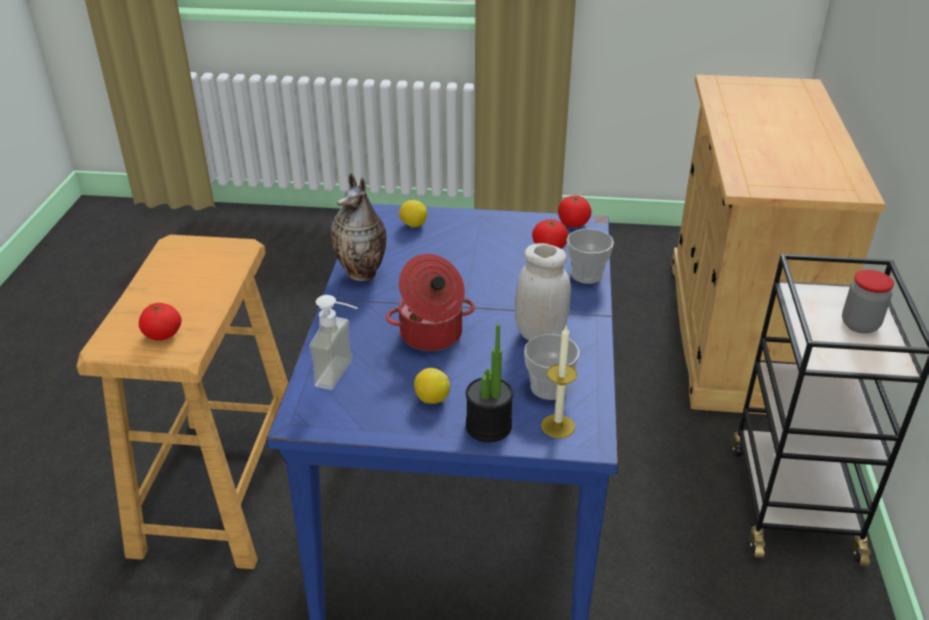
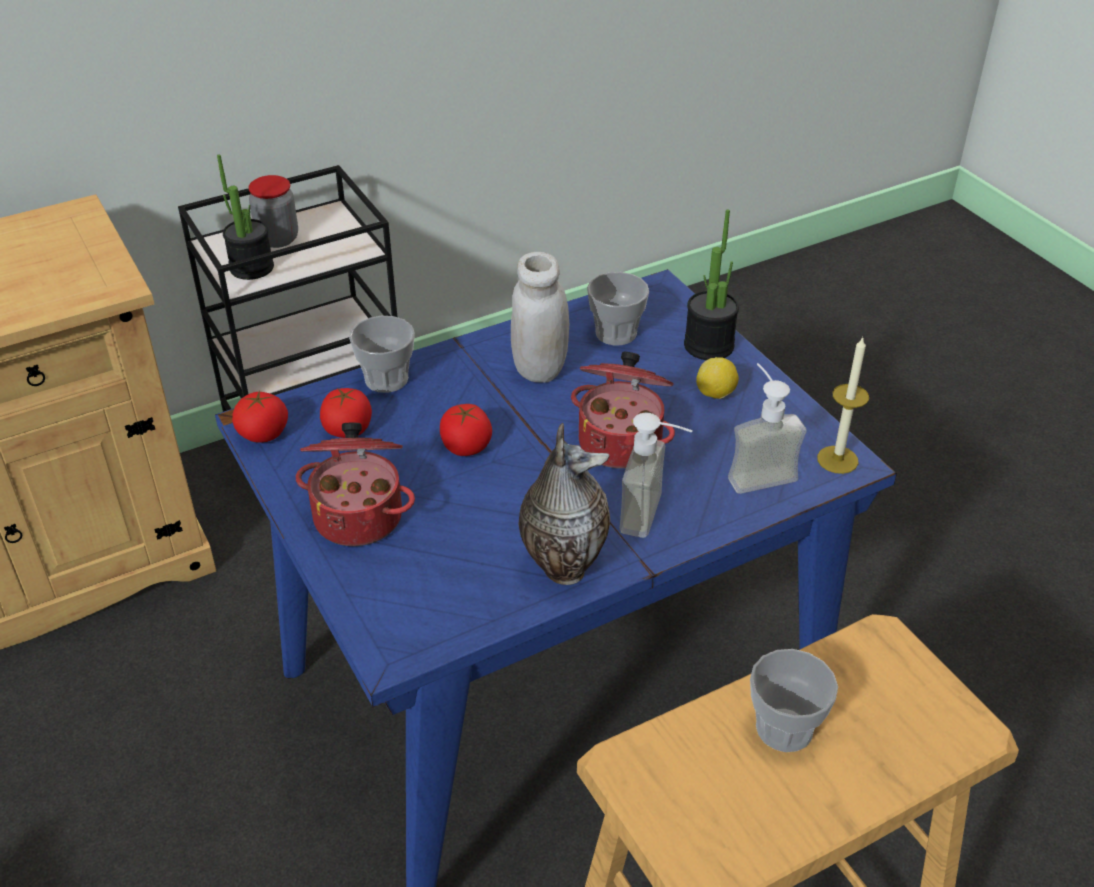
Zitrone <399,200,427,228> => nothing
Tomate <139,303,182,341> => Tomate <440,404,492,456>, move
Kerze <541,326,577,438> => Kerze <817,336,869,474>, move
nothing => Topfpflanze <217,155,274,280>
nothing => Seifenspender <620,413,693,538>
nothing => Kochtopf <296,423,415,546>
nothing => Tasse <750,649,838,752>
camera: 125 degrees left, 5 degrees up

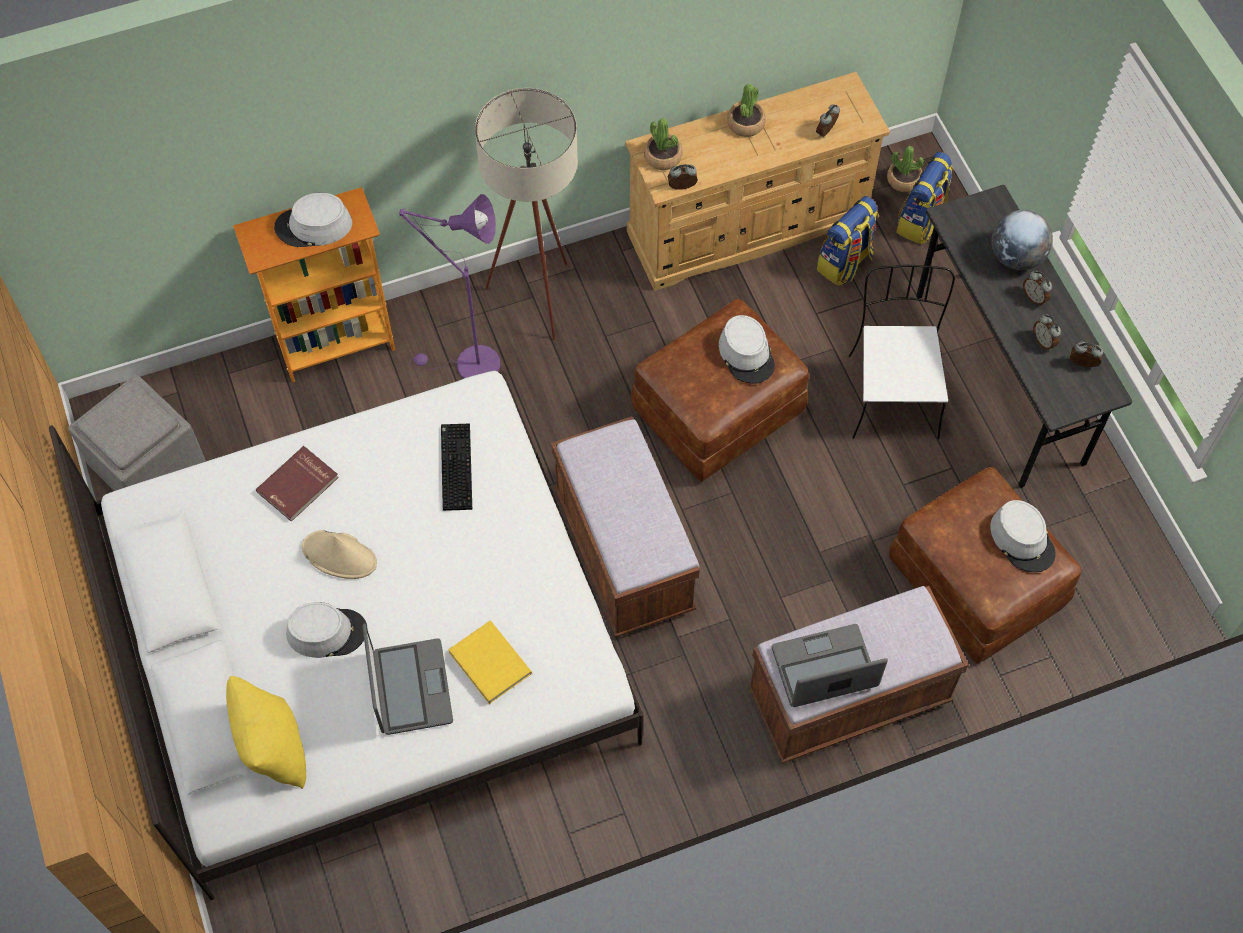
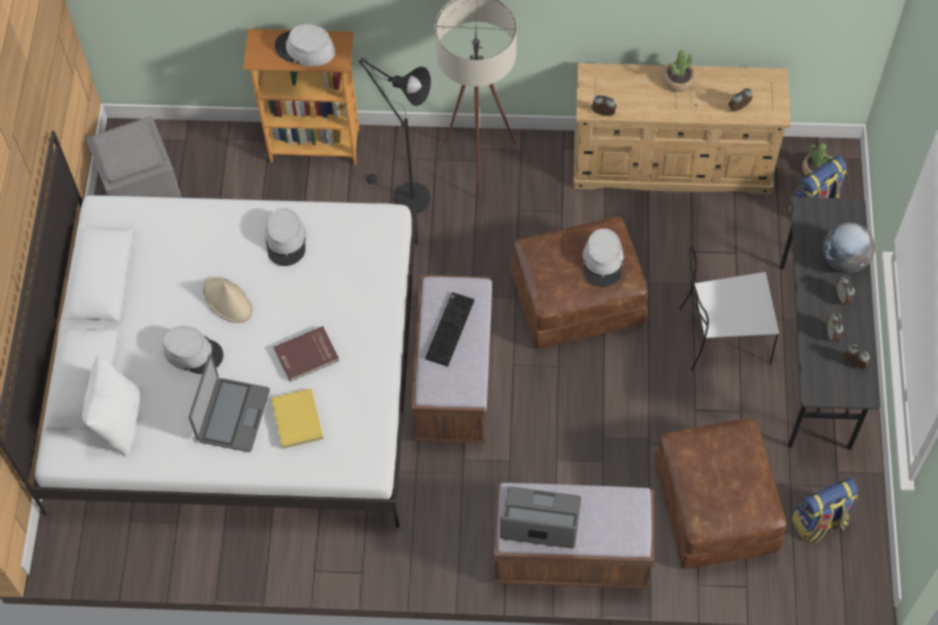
Topfpflanze <644,118,683,170> => nothing
Stehlampe/lila <399,194,500,379> => Stehlampe/schwarz <359,58,431,213>
Rucksack <817,196,879,286> => Rucksack <792,478,858,542>, move
Stuhl/weiß <849,265,955,439> => Stuhl/weiß <679,247,779,371>, 120 degrees counterclockwise
Tastatur <441,424,472,511> => Tastatur <425,292,474,366>, move
Buch/rot <256,446,339,522> => Buch/rot <274,326,339,382>, move
Hut/grau <990,500,1056,572> => Hut/grau <265,208,306,266>, move
Kissen/gelb <226,676,306,789> => Kissen/weiß <82,355,141,458>
camera: 25 degrees right, 0 degrees up

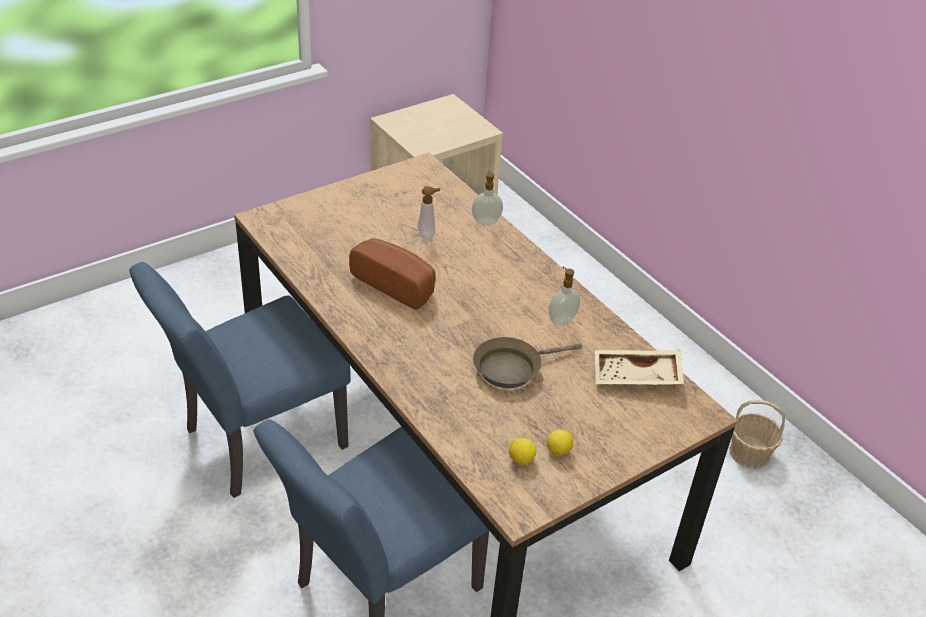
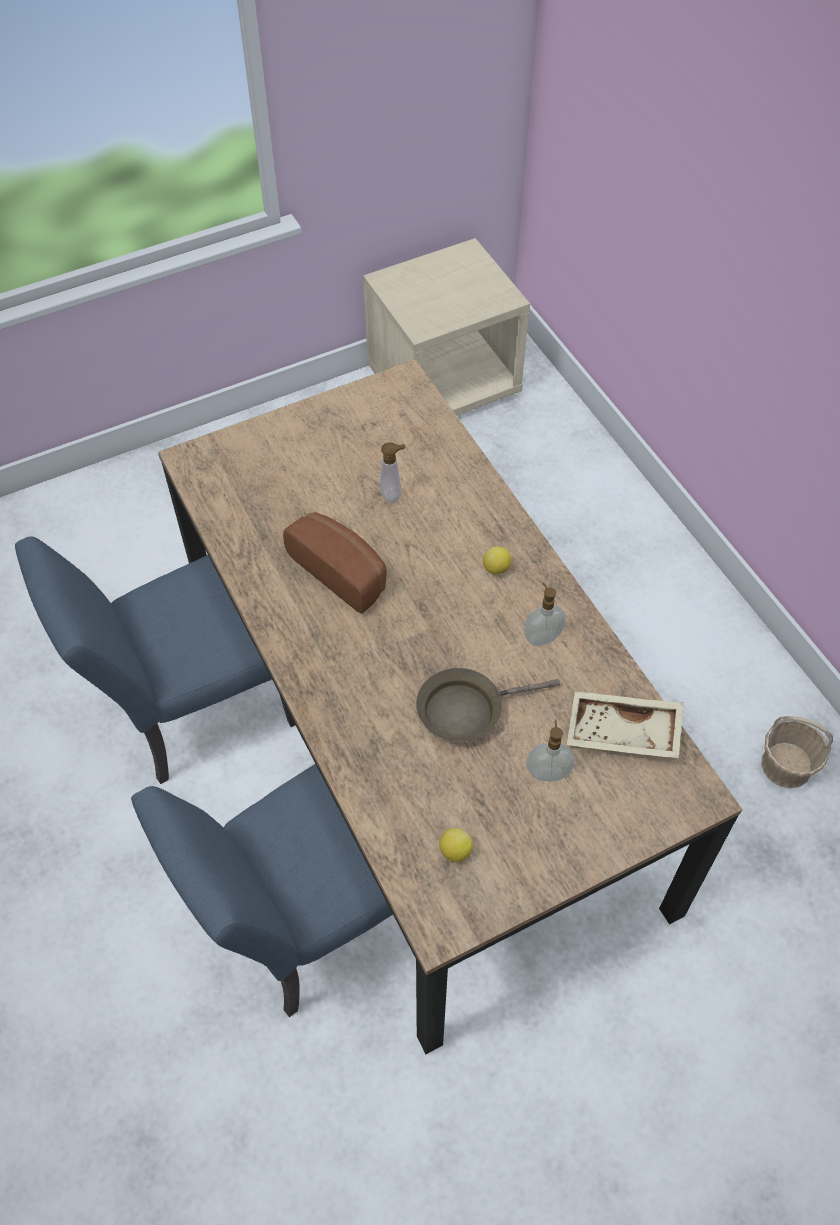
Seifenspender <472,171,503,225> => Seifenspender <526,720,575,781>, move
Zitrone <546,429,573,456> => Zitrone <483,546,511,575>, move
camera: 10 degrees right, 15 degrees up

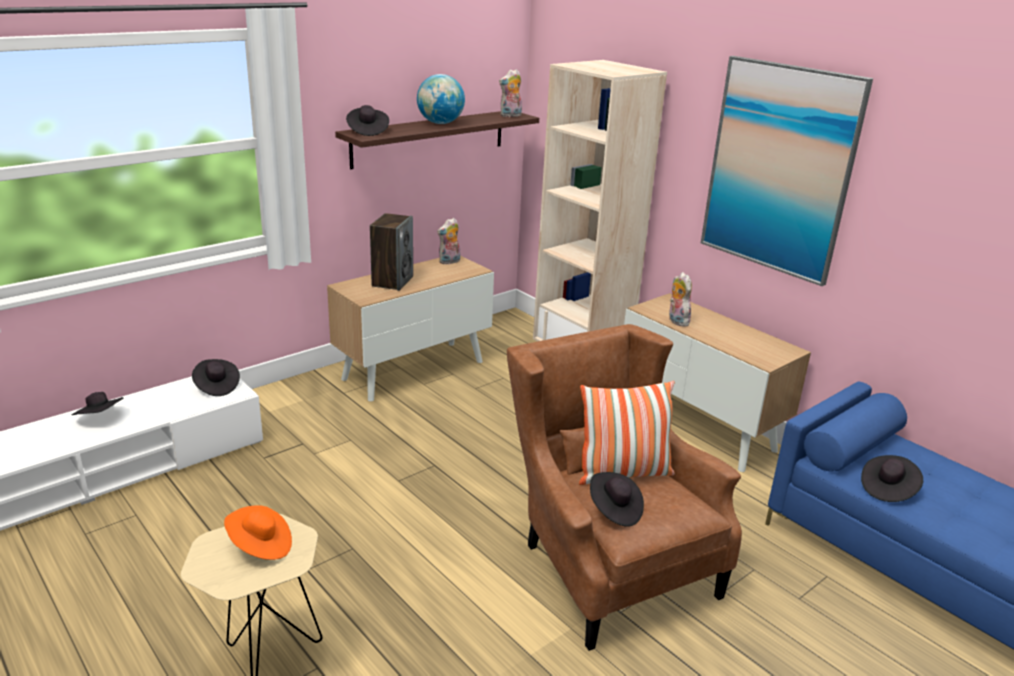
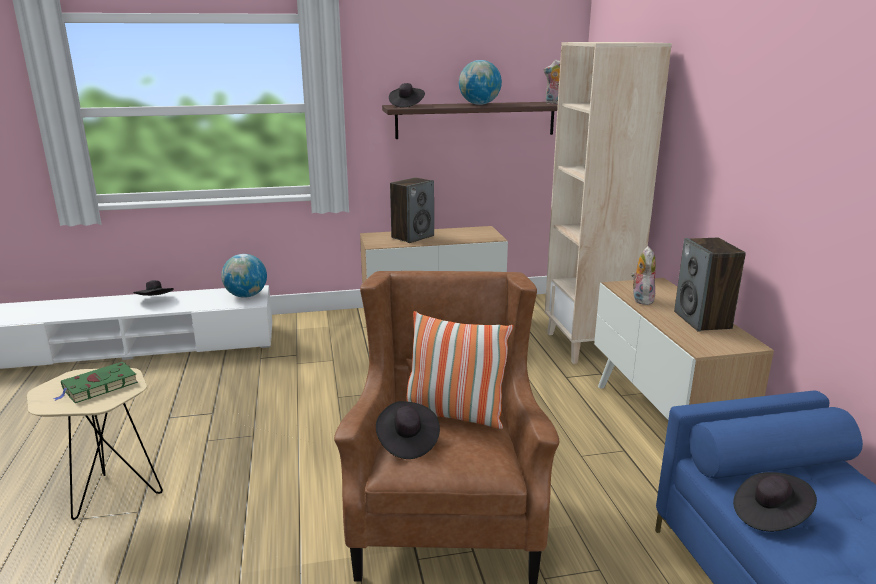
Bild <701,56,873,286> => nothing
Plüschtier <437,218,460,265> => nothing
Hut/schwarz <192,359,240,396> => Globus <221,254,267,298>
Hut/orange <224,505,292,560> => Buch/grün <53,362,138,403>
nothing => Lautsprecher <674,238,746,331>
camera: 30 degrees right, 5 degrees down

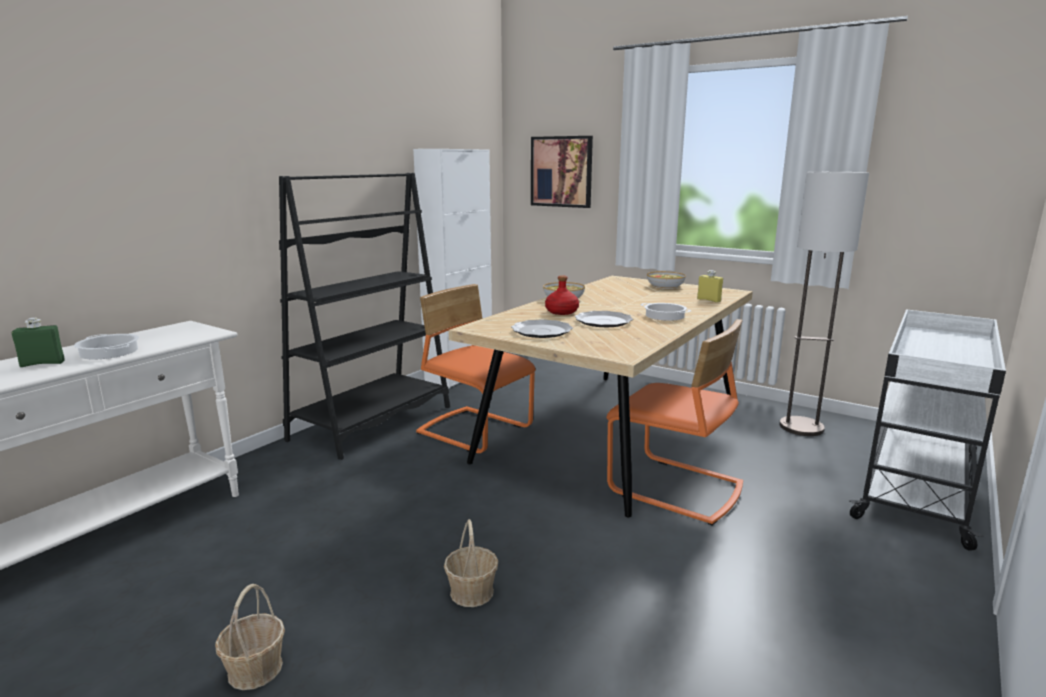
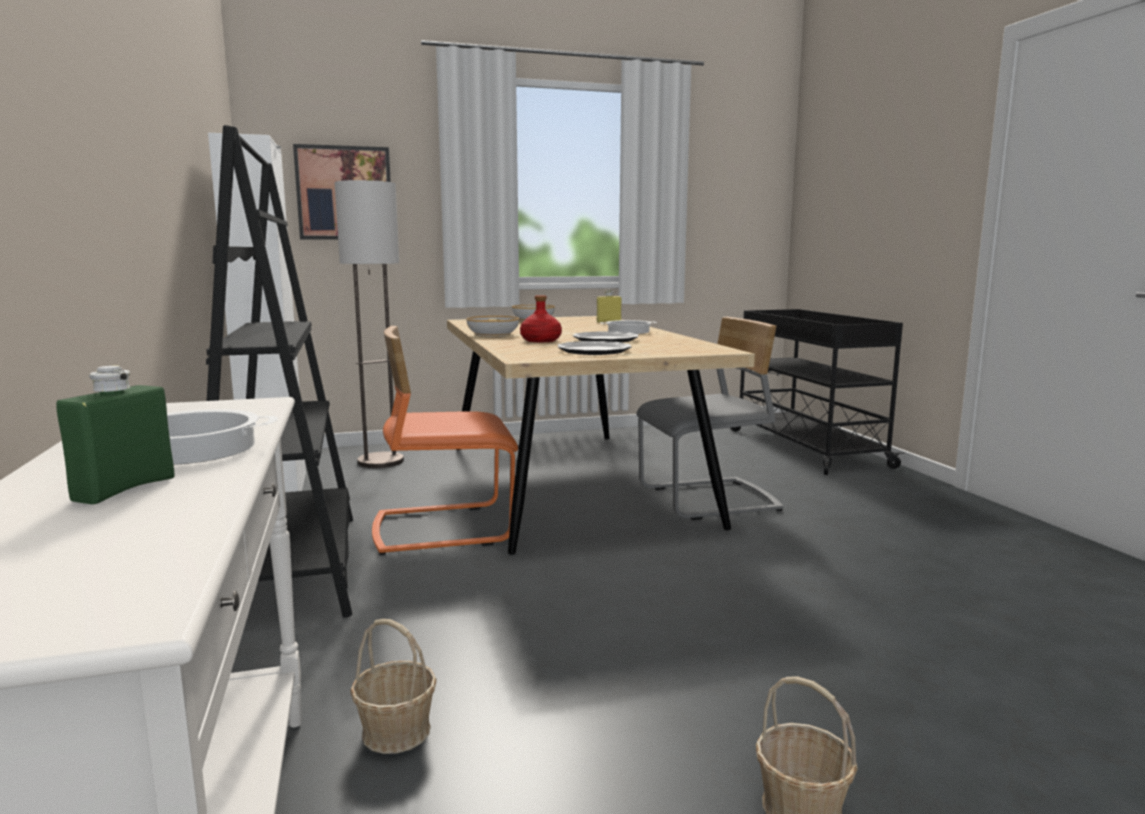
Stehlampe <779,172,869,436> => Stehlampe <334,180,404,468>, move
Rollwagen/weiß <849,309,1006,550> => Rollwagen/schwarz <731,309,904,475>
Stuhl/orange <606,319,743,526> => Stuhl/grau <636,317,783,520>
Korb <444,519,498,607> => Korb <350,619,437,754>, move
camera: 50 degrees left, 5 degrees down

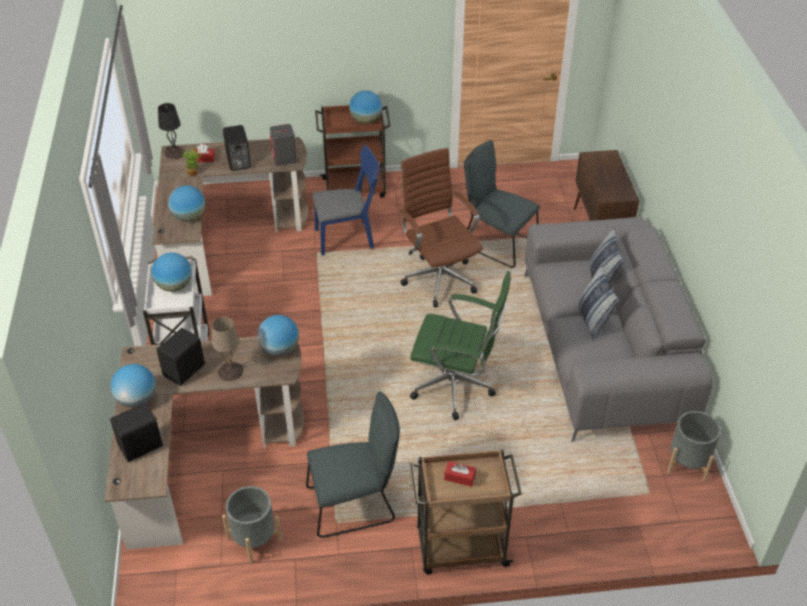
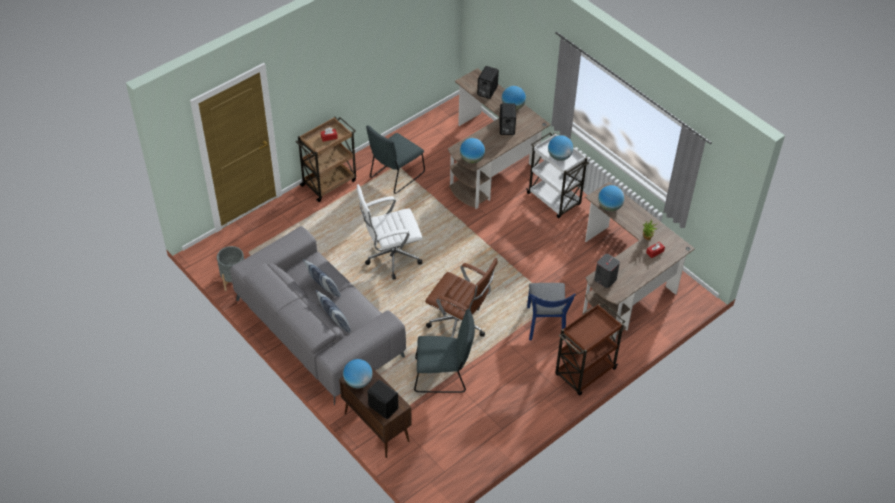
Globus <349,90,382,124> => Globus <343,359,373,388>, move
Tischlampe/schwarz <158,103,185,159> => nothing
Lautsprecher/schwarz <223,125,251,171> => Lautsprecher/schwarz <367,380,398,419>, move
Stuhl/blau <312,145,380,256> => Stuhl/blau <527,283,576,341>, 45 degrees counterclockwise
Bürostuhl/grün <410,271,511,420> => Bürostuhl/weiß <356,184,423,280>
Tischlampe/beige <212,317,243,381> => nothing
Pflanzkübel/grau <222,486,282,564> => nothing
camera: 145 degrees right, 5 degrees up

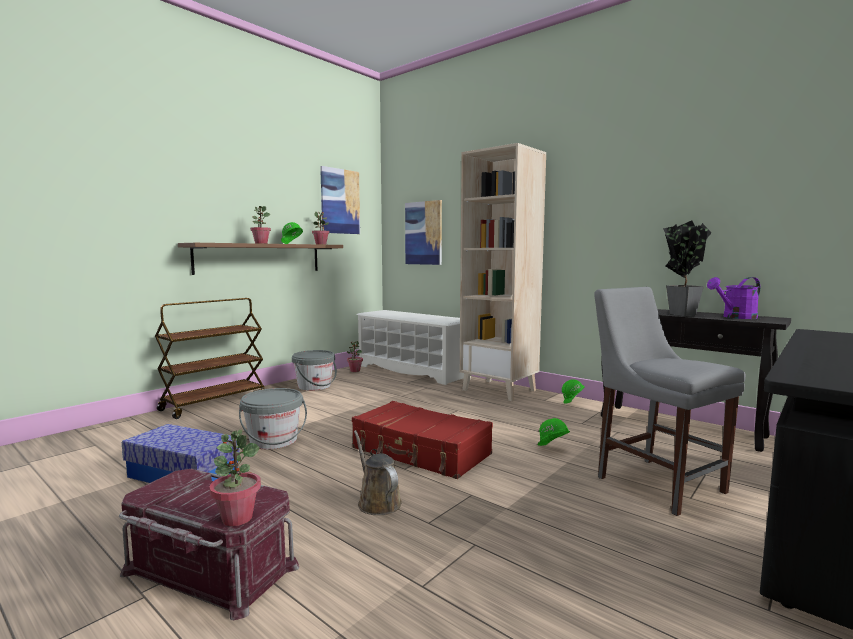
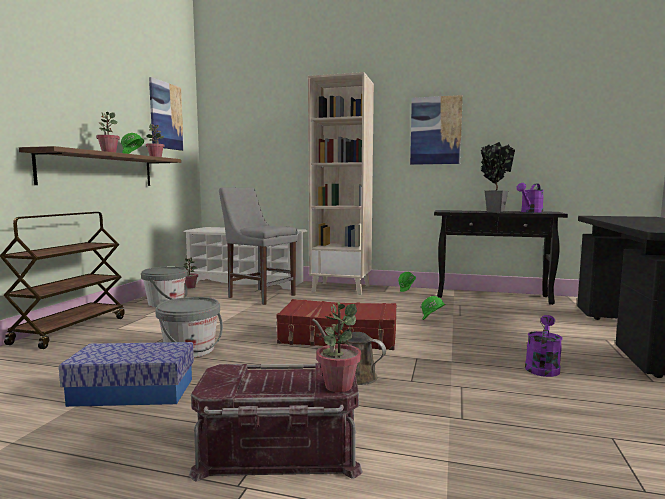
Bild <405,200,442,265> => Bild <410,95,463,165>, move
Stuhl/grau <594,287,746,516> => Stuhl/grau <219,187,298,305>, move
nothing => Gießkanne/lila <525,315,563,377>
camera: 25 degrees left, 0 degrees up

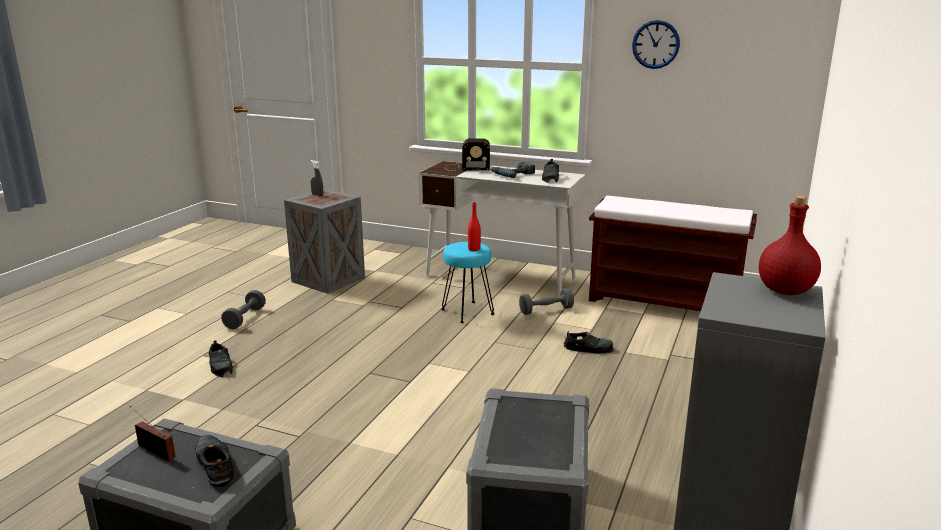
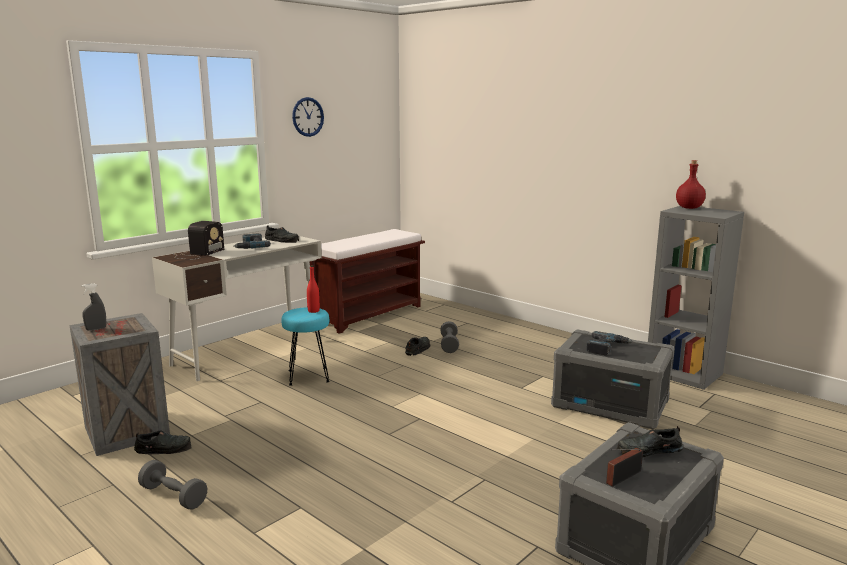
Hantel/grau <519,288,574,315> => Hantel/grau <440,321,459,353>, move
Schuh/schwarz <208,341,233,377> => Schuh/schwarz <134,430,191,454>, move
nothing => Bohrmaschine <586,331,633,356>
camera: 70 degrees left, 5 degrees down

